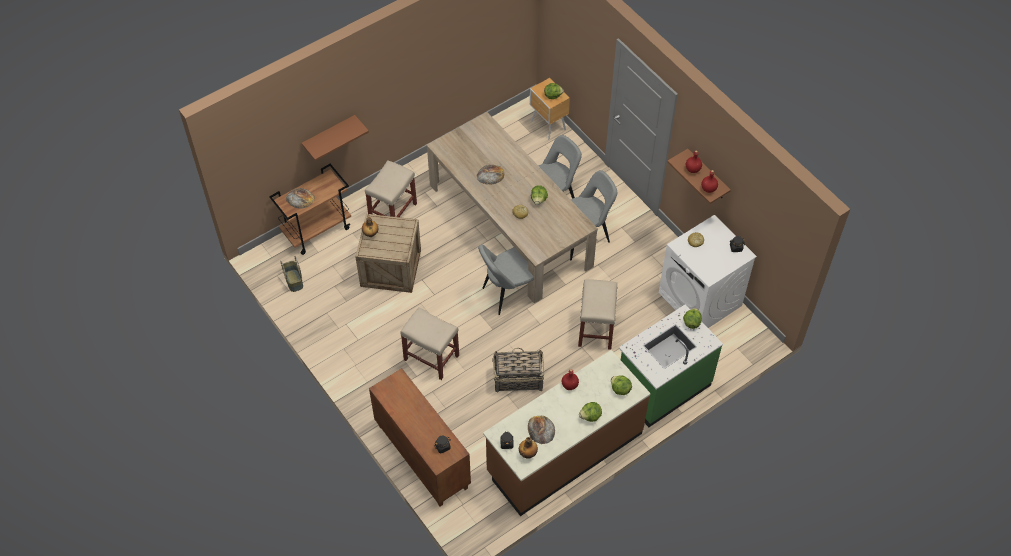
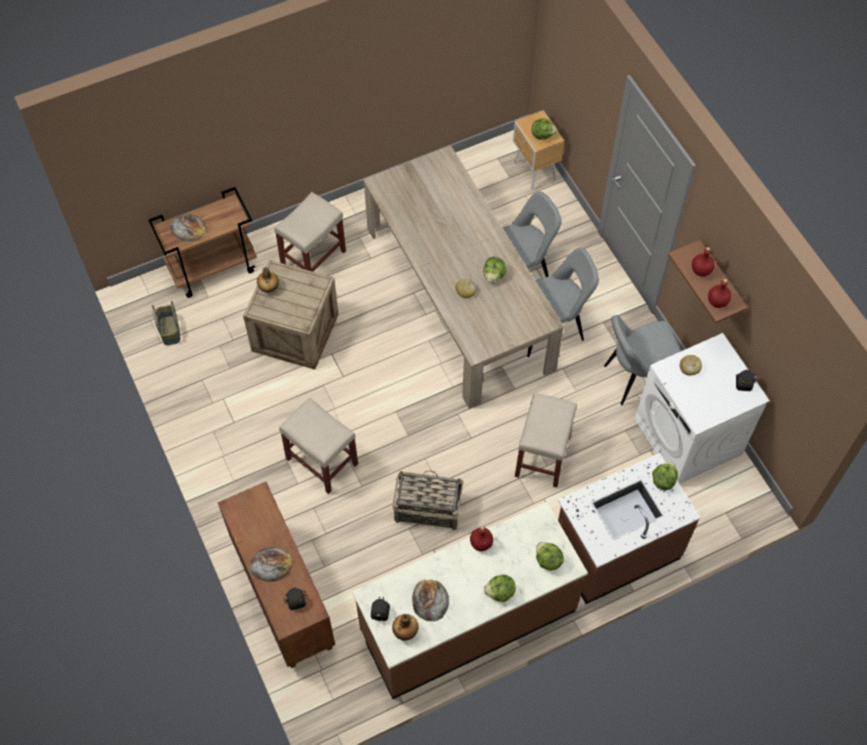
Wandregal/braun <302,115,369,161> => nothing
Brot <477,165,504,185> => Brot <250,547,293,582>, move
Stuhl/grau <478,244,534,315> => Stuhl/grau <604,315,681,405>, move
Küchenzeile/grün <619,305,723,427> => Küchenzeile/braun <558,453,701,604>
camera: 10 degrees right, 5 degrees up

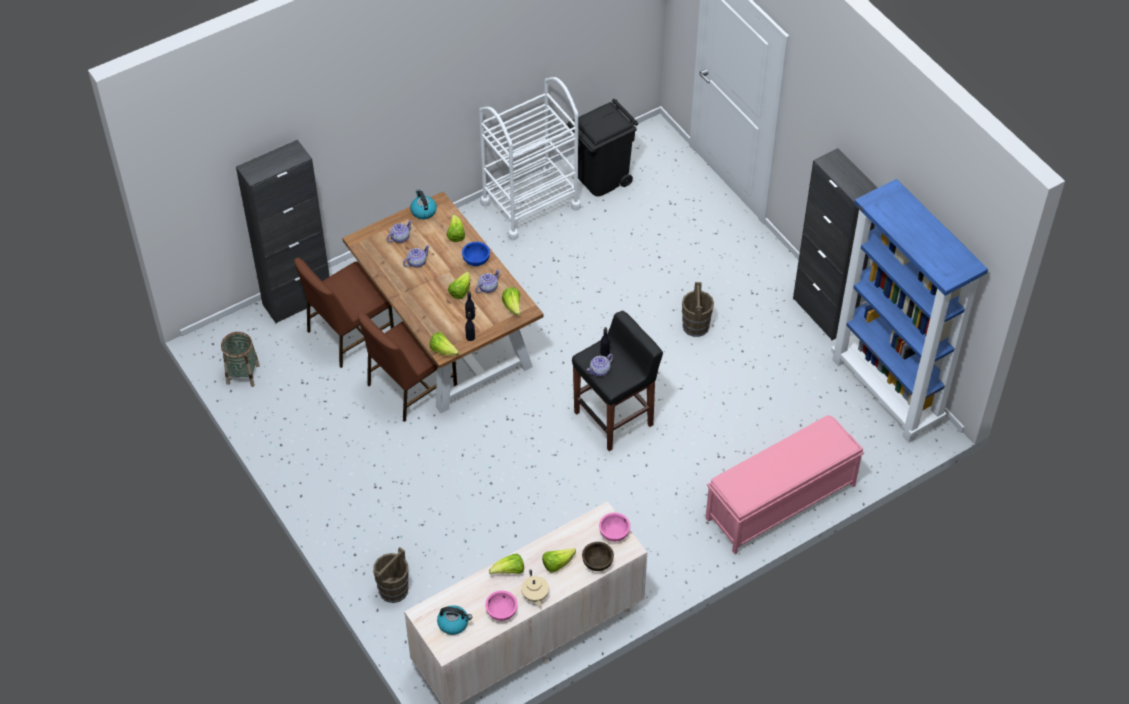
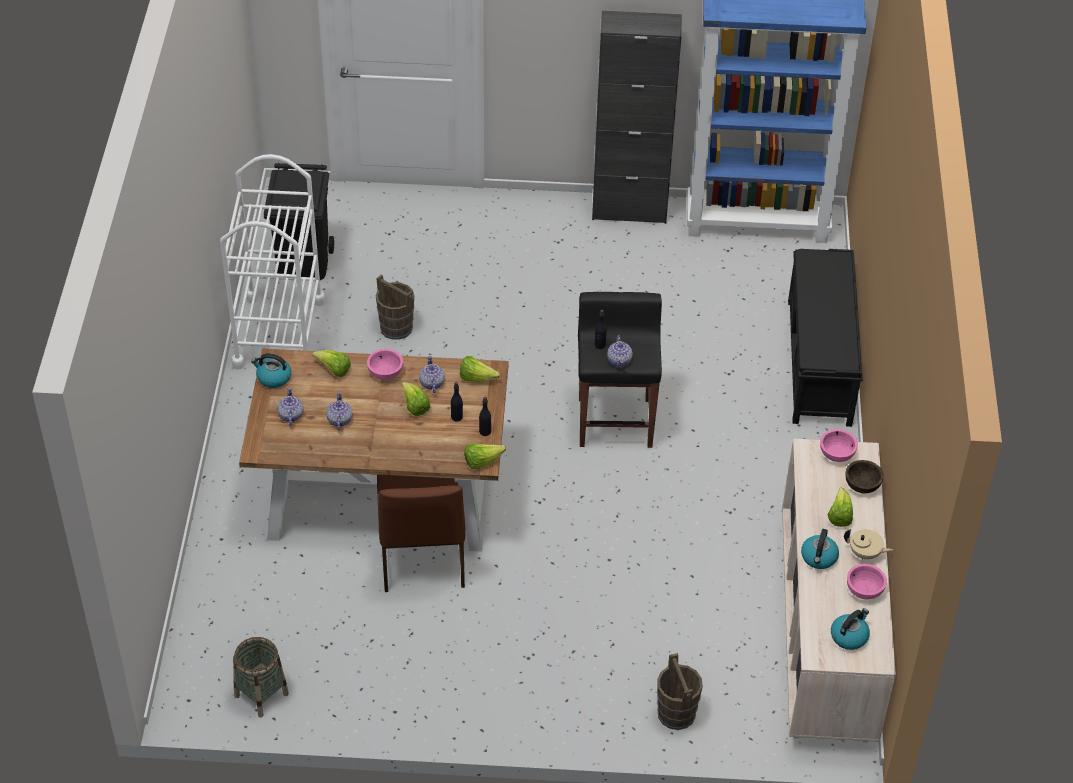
Schrank/schwarz <236,140,330,324> => nothing
Schüssel/blau <462,242,490,266> => Schüssel/rosa <367,349,403,380>
Stuhl/braun <294,258,394,368> => nothing
Eimer/braun <682,282,714,337> => Eimer/braun <376,274,414,340>, move
Bank/rosa <705,415,864,554> => Bank/schwarz <788,249,863,427>
Salatkopf <489,554,524,574> => Wasserkessel <801,529,839,569>
camera: 55 degrees left, 5 degrees down

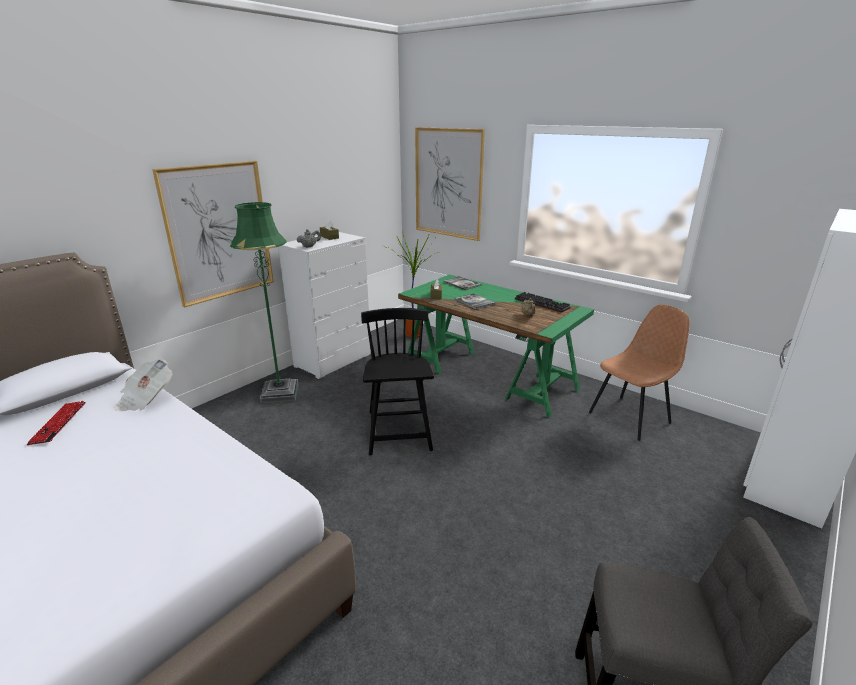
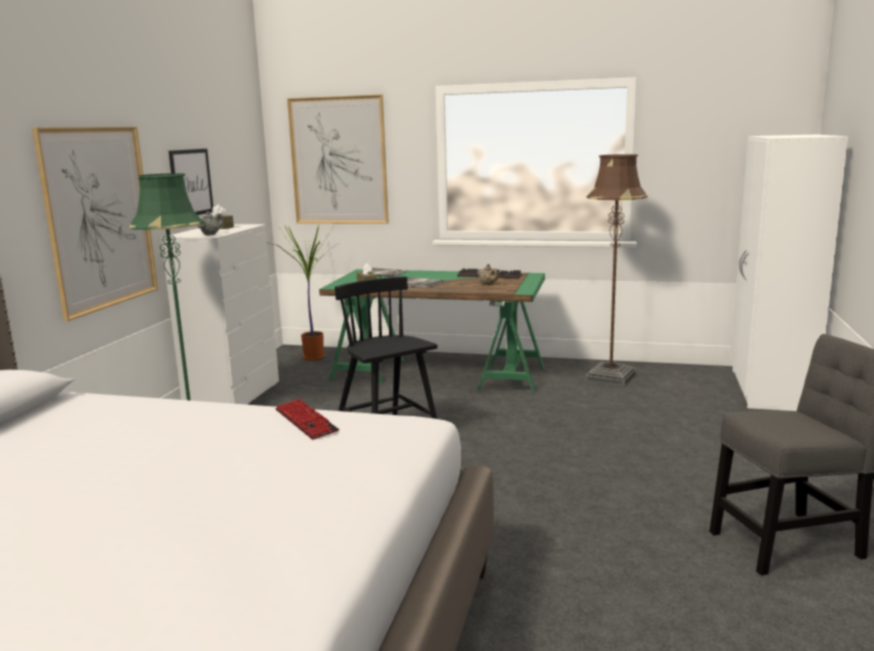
Stuhl/braun <589,305,690,441> => Stehlampe/braun <585,154,648,387>
Zeitung <114,359,172,411> => nothing
Tastatur <27,401,86,445> => Tastatur <275,399,339,440>, move
nothing => Bild <169,149,213,215>
camera: 25 degrees left, 10 degrees down

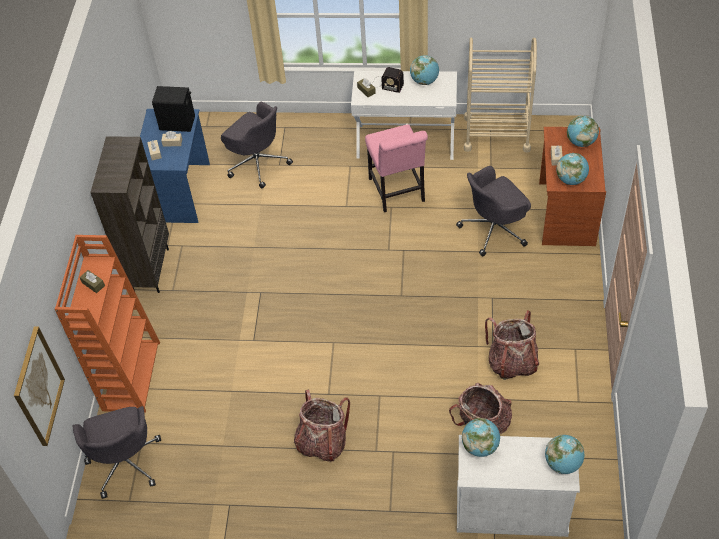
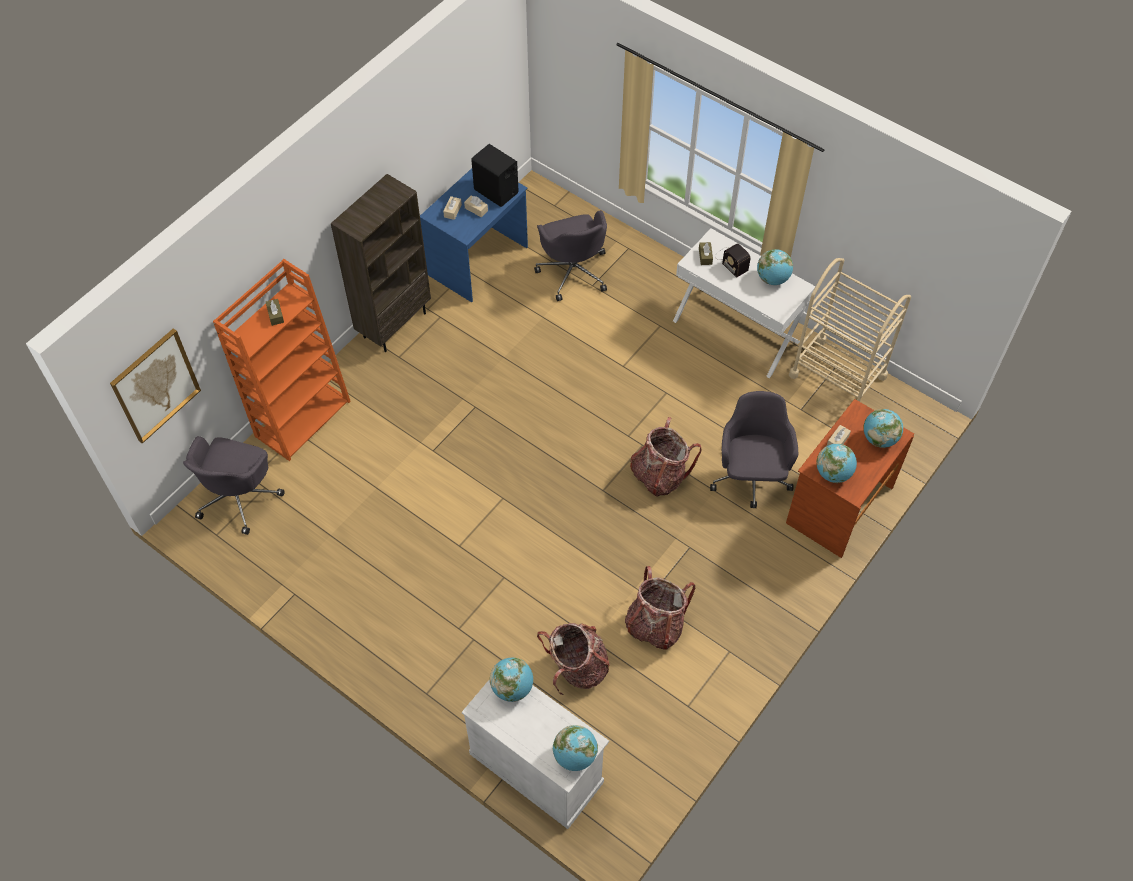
Stuhl/rosa <365,124,428,212> => nothing
Bürostuhl/grau <456,166,531,257> => Bürostuhl/grau <710,391,798,509>, 90 degrees clockwise
Rucksack <294,389,350,462> => Rucksack <630,417,701,497>, move
camera: 30 degrees right, 5 degrees up

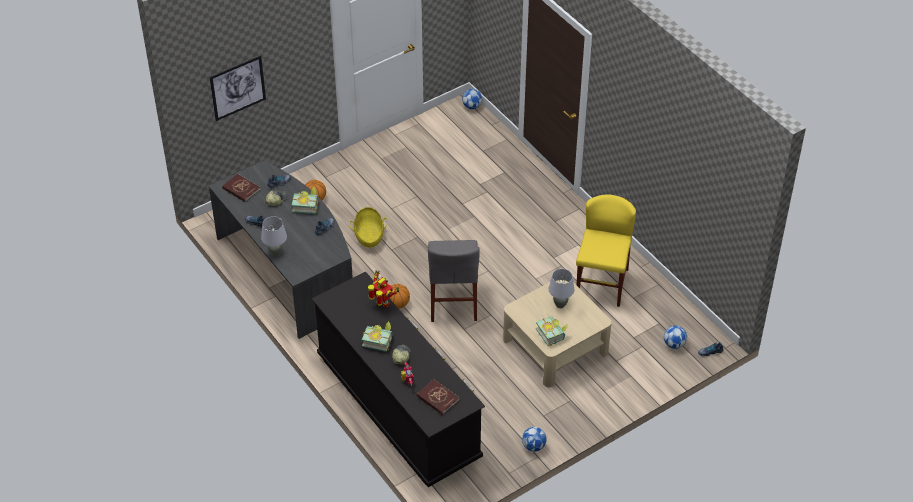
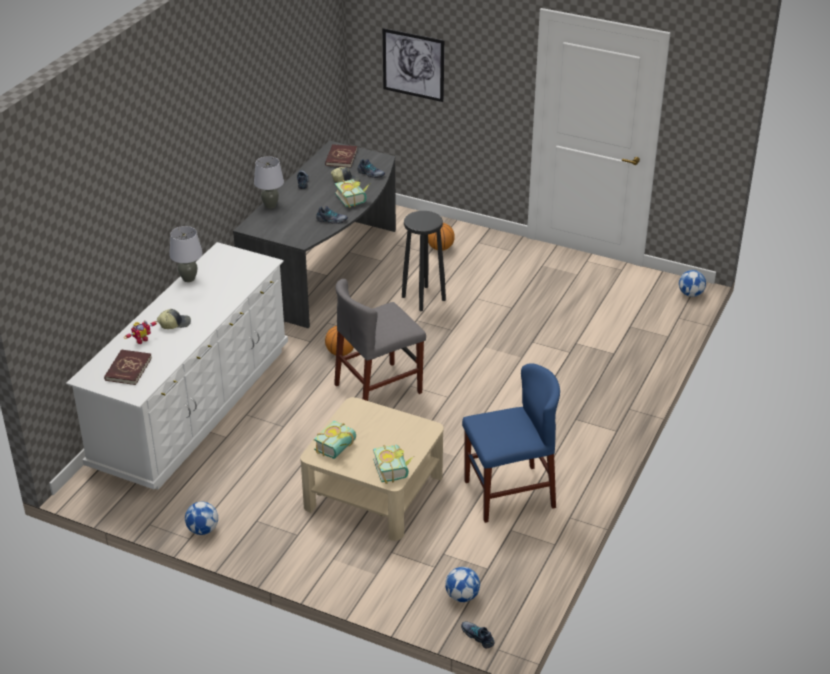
Stuhl/gelb <576,194,636,307> => Stuhl/blau <462,363,560,523>
Korb <349,207,388,247> => Hocker/schwarz <402,211,446,311>
Tischlampe/grau <549,269,574,308> => Tischlampe/grau <169,226,203,282>, move
Spielzeugroboter <368,270,399,308> => nothing
Kommode/schwarz <311,272,485,487> => Kommode/weiß <66,242,288,490>
Buch <362,321,392,352> => Buch <373,445,413,484>, move
camera: 60 degrees right, 10 degrees down

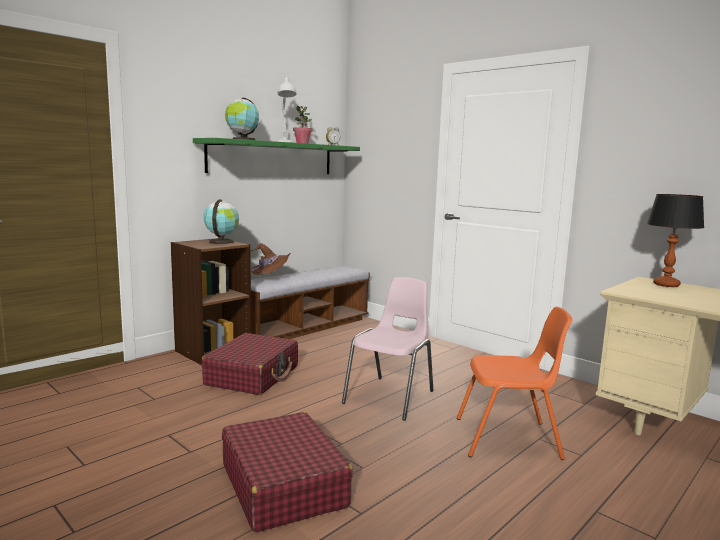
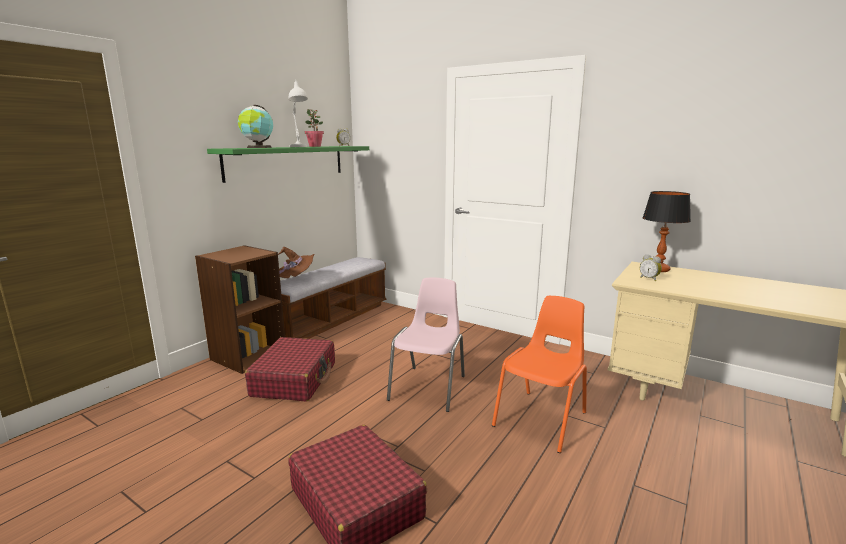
Globus <203,200,239,244> => nothing
Stuhl/orange <457,306,573,460> => Stuhl/orange <492,296,587,453>, 45 degrees counterclockwise
nothing => Wecker <640,254,662,281>
camera: 10 degrees left, 5 degrees up

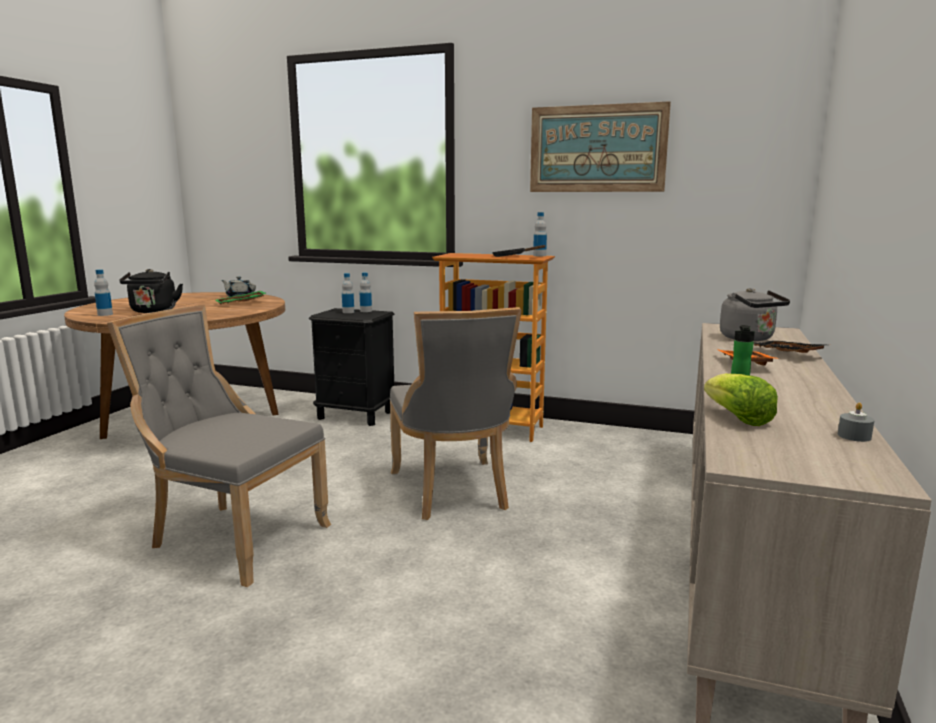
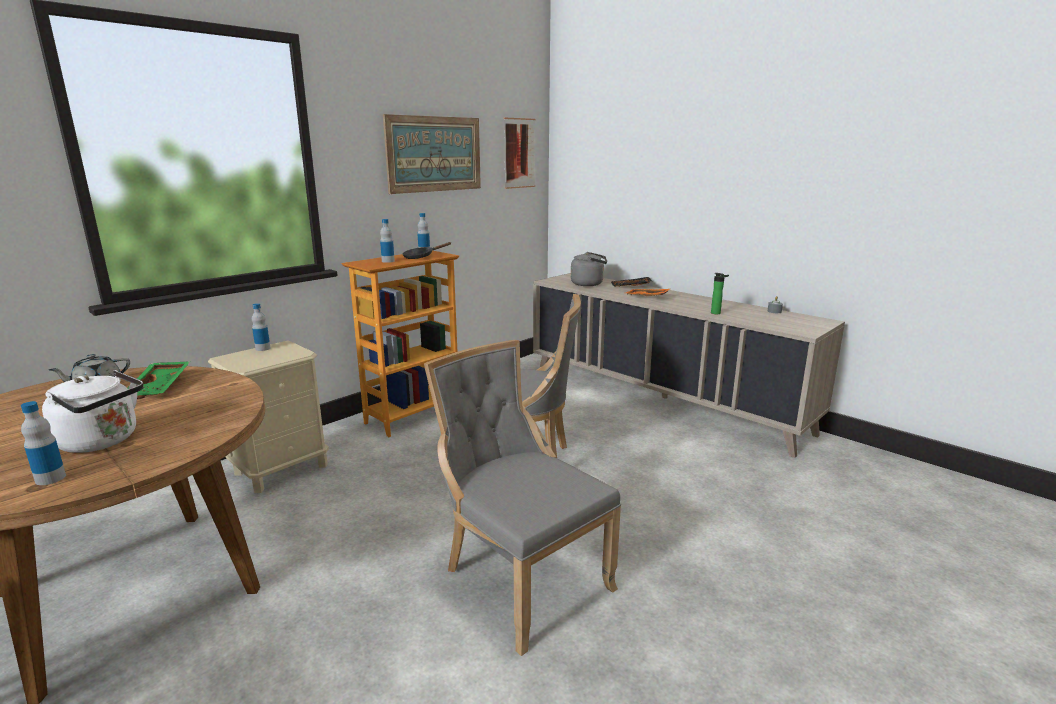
Wasserkessel/schwarz <119,269,183,313> => Wasserkessel/weiß <42,370,143,453>
Flasche <342,273,354,313> => Flasche <380,219,395,263>, move
Stuhl/grau <107,305,331,587> => Stuhl/grau <424,340,621,656>, 90 degrees clockwise
Nachttisch/schwarz <309,308,395,426> => Nachttisch/beige <208,340,329,493>
Salatkopf <704,373,778,426> => nothing
nothing => Bild <504,117,536,189>
camera: 65 degrees left, 5 degrees up

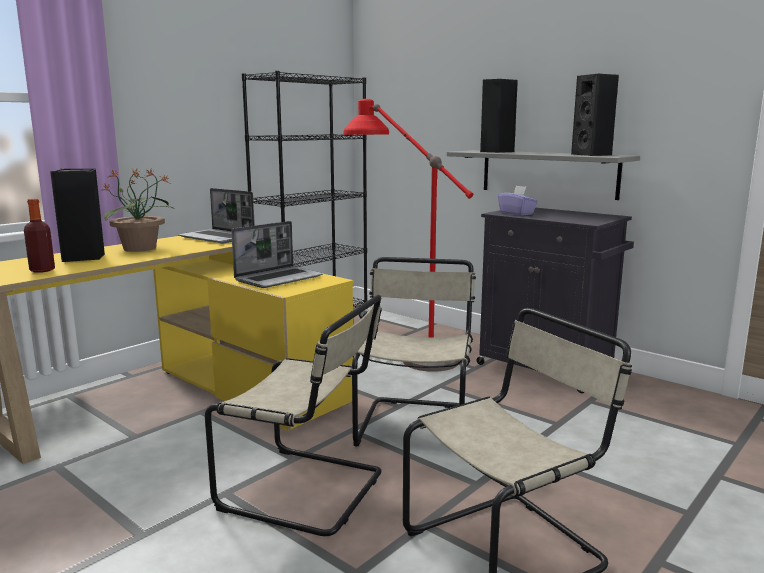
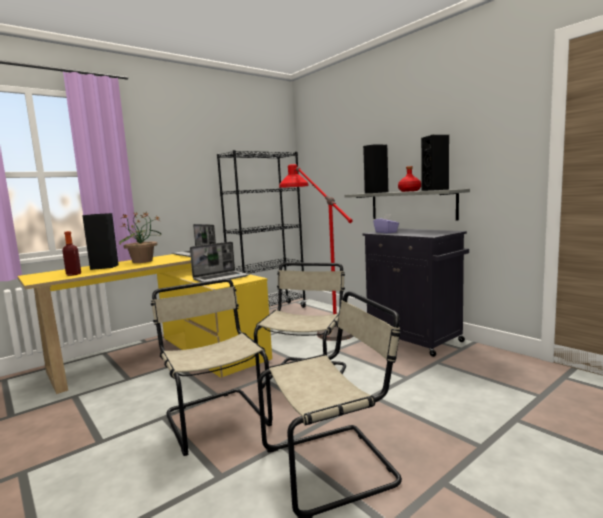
Stuhl/beige <205,295,382,536> => Stuhl/beige <151,279,272,456>, 150 degrees counterclockwise
nothing => Flasche/rot <398,166,421,192>
camera: 10 degrees right, 5 degrees down

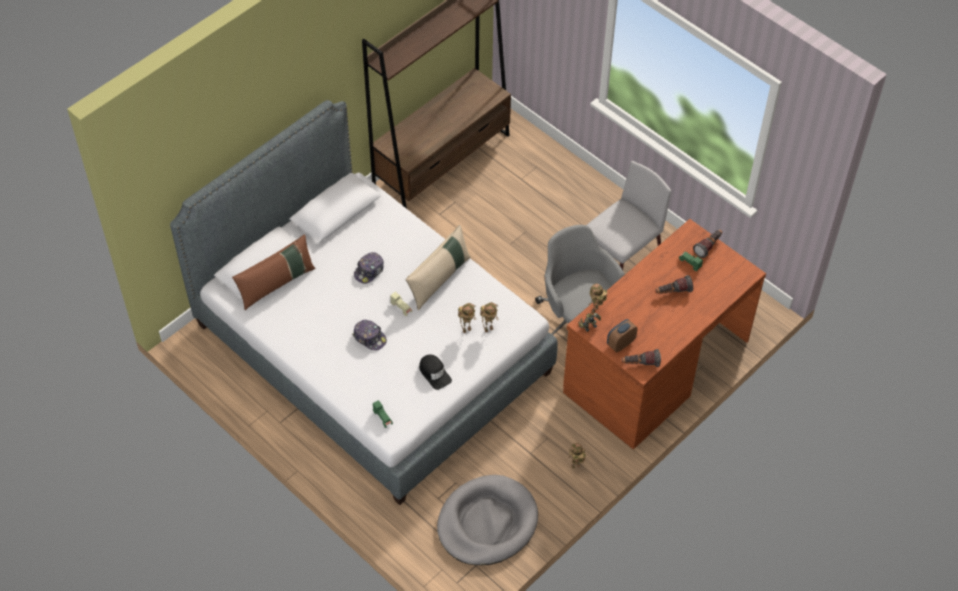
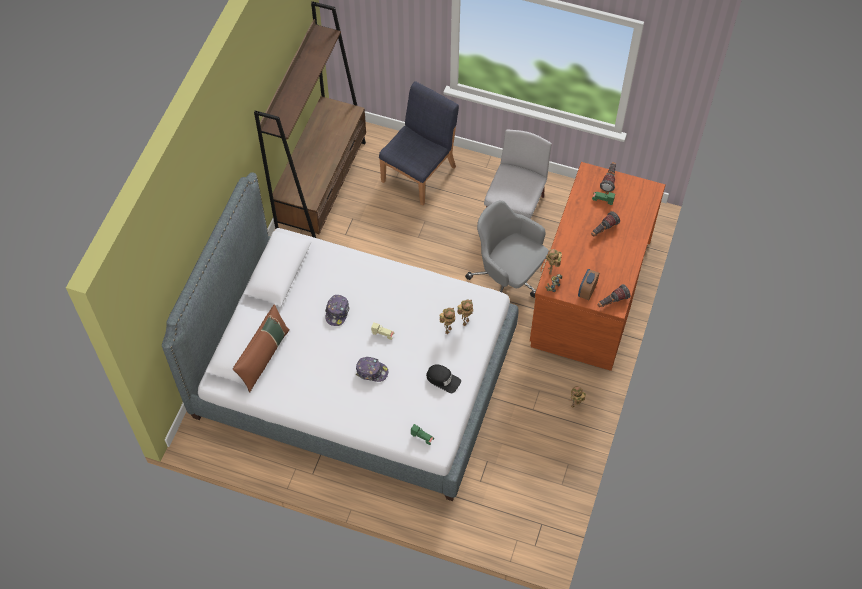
Kissen/beige <406,225,471,310> => nothing
Hundebett/grau <437,475,538,565> => nothing
nothing => Stuhl/blau <379,81,459,206>
camera: 25 degrees left, 5 degrees up

